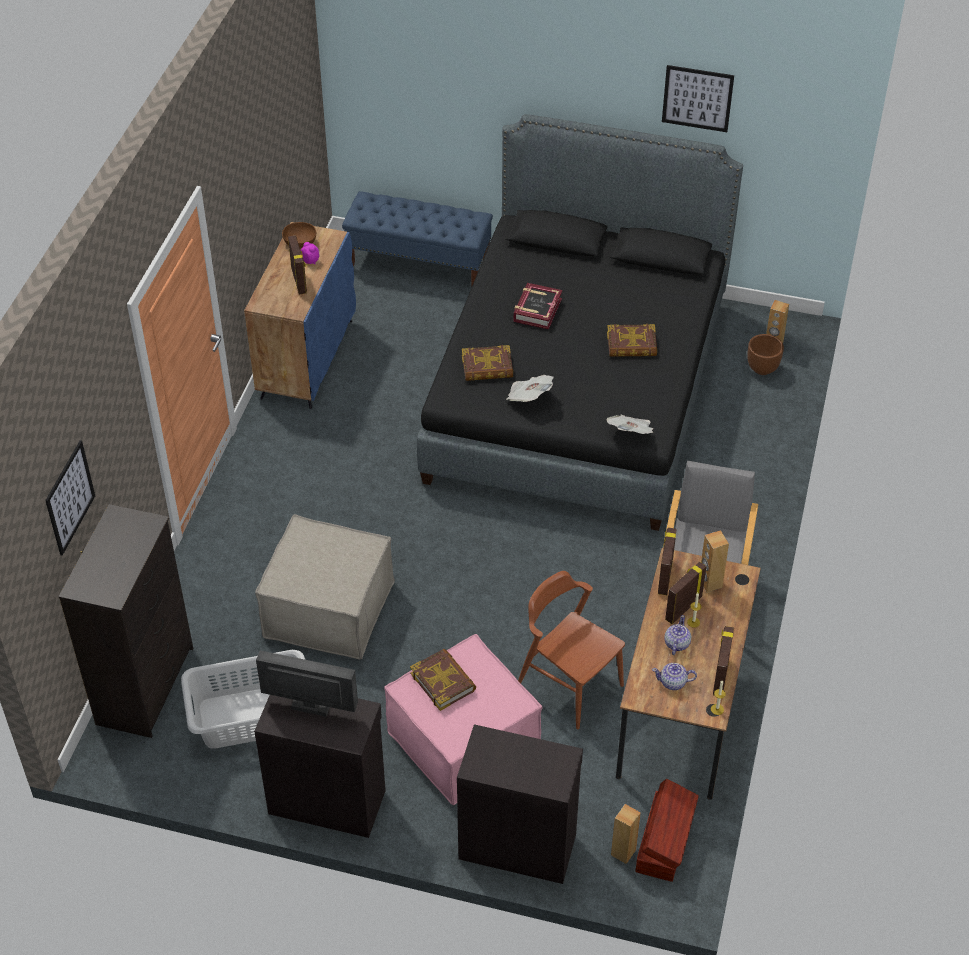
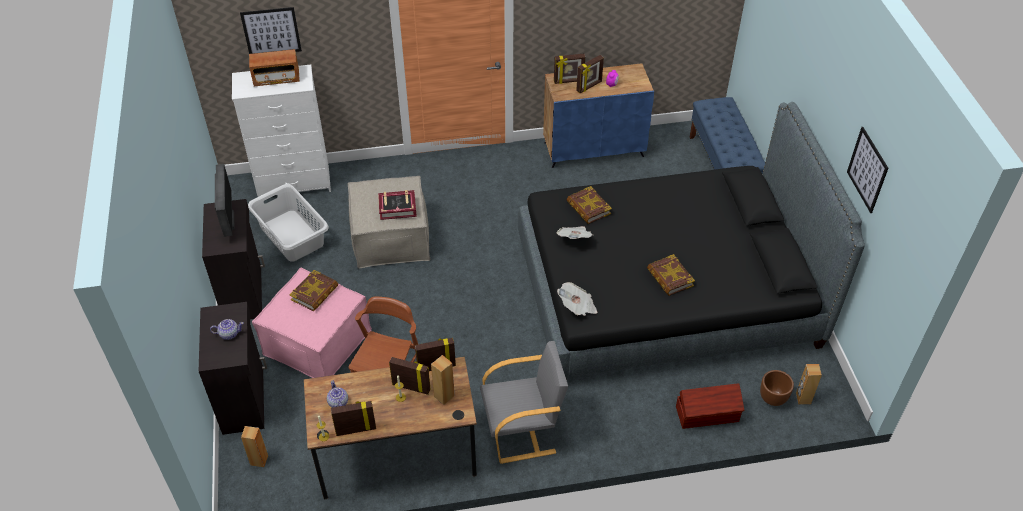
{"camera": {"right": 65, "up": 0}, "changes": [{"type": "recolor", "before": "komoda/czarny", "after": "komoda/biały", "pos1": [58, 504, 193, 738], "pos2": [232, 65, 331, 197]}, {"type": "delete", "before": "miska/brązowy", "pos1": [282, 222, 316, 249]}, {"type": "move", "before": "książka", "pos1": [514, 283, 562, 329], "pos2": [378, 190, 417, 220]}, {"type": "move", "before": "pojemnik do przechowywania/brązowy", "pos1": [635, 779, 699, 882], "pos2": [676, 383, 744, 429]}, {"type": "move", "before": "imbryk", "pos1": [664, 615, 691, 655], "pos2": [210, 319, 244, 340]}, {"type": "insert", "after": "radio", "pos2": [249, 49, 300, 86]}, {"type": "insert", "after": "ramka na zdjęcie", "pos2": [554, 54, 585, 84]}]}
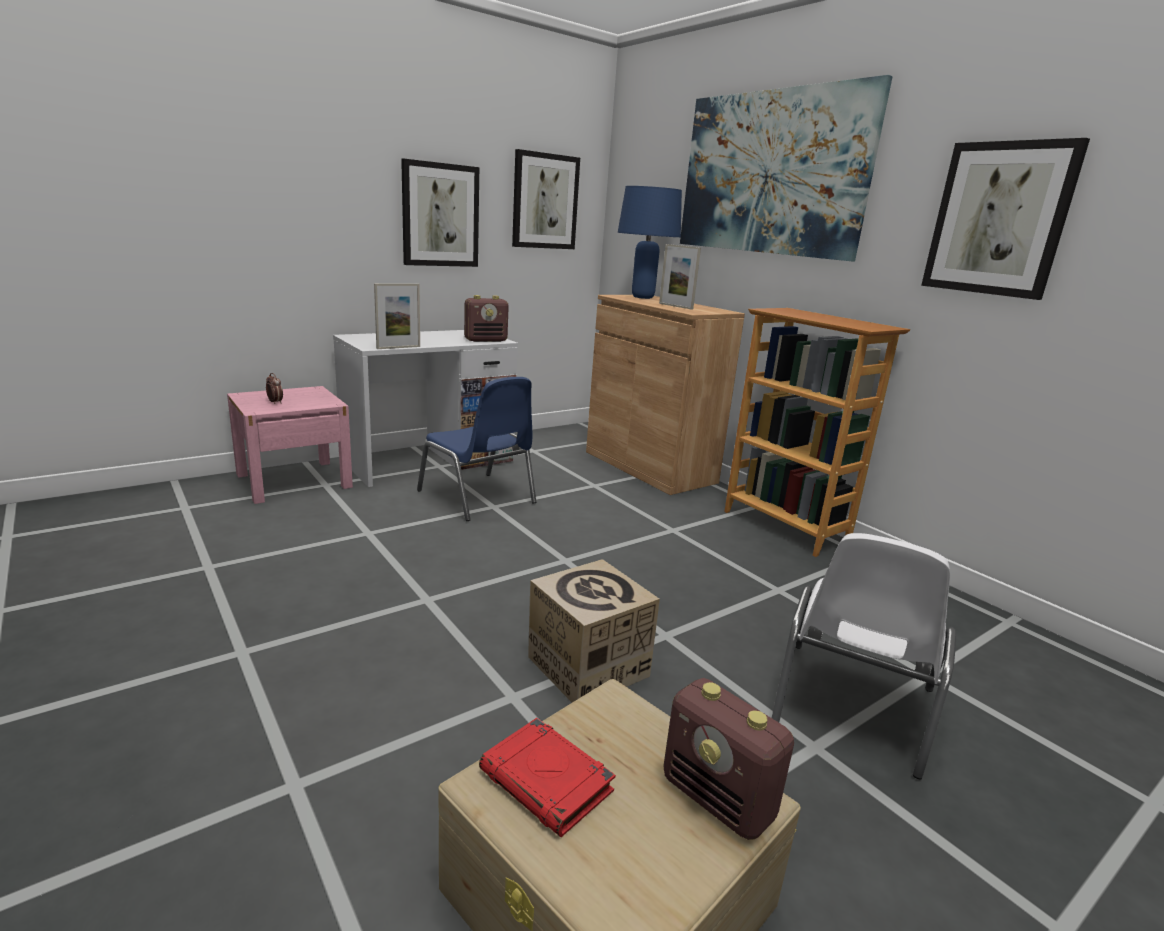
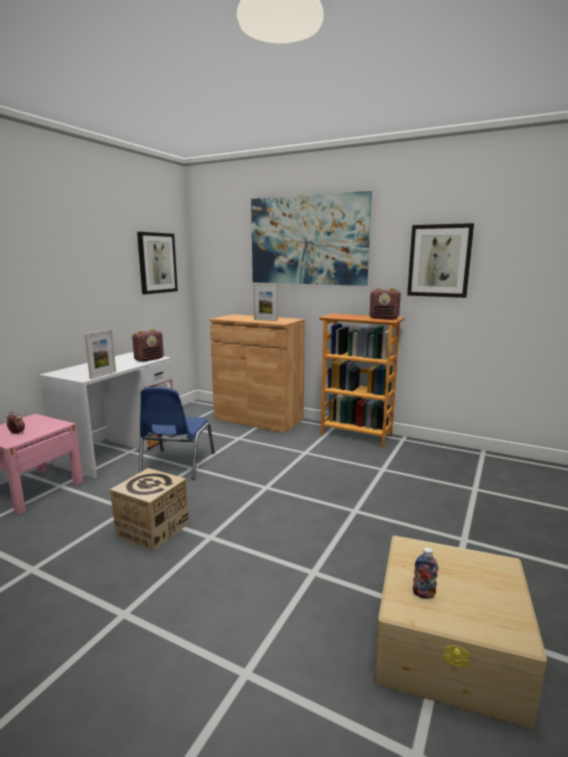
{"camera": {"right": -25, "up": -5}, "changes": [{"type": "delete", "before": "obraz", "pos1": [401, 159, 479, 267]}, {"type": "rotate", "before": "krzesło/niebieski", "pos1": [417, 377, 536, 521], "pos2": [139, 387, 215, 480], "turn": 75}, {"type": "replace", "before": "książka/czerwony", "after": "butelka", "pos1": [479, 718, 616, 837], "pos2": [413, 547, 438, 599]}, {"type": "move", "before": "karton", "pos1": [528, 559, 660, 702], "pos2": [110, 468, 189, 551]}, {"type": "delete", "before": "lampa stołowa/niebieski", "pos1": [618, 186, 682, 299]}, {"type": "move", "before": "radio", "pos1": [663, 678, 794, 840], "pos2": [370, 288, 401, 319]}, {"type": "delete", "before": "krzesło/biały", "pos1": [772, 533, 956, 780]}]}
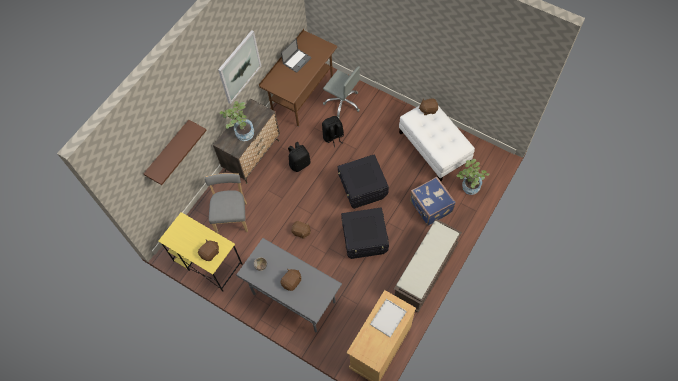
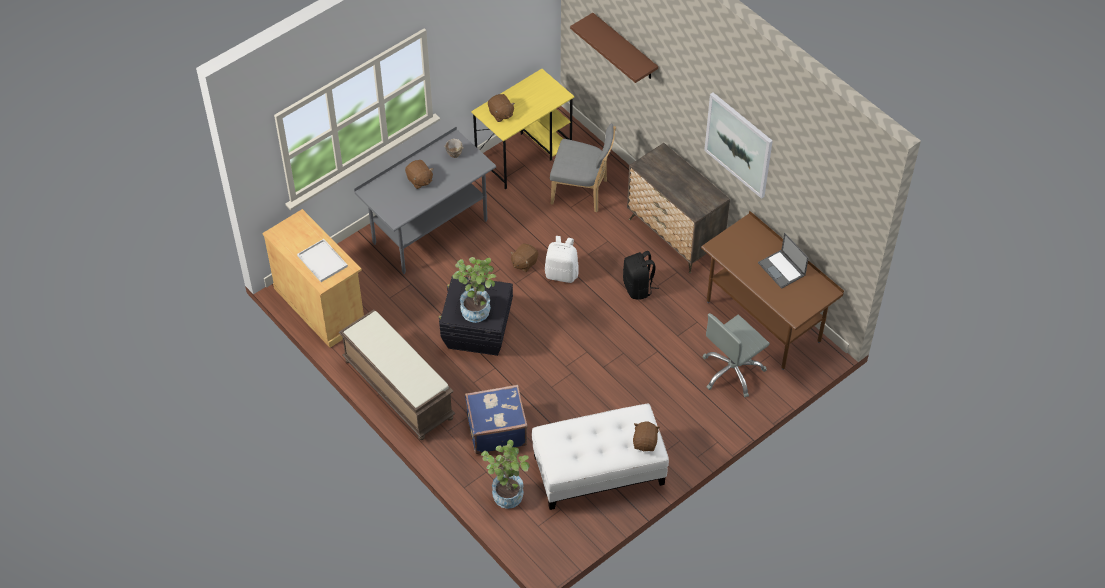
{"camera": {"right": 105, "up": -10}, "changes": [{"type": "move", "before": "roślina doniczkowa", "pos1": [219, 101, 254, 141], "pos2": [452, 257, 496, 323]}, {"type": "delete", "before": "plecak/czarny", "pos1": [322, 116, 344, 147]}, {"type": "delete", "before": "pojemnik do przechowywania/czarny", "pos1": [338, 154, 389, 209]}, {"type": "insert", "after": "plecak/biały", "pos2": [545, 236, 579, 283]}]}
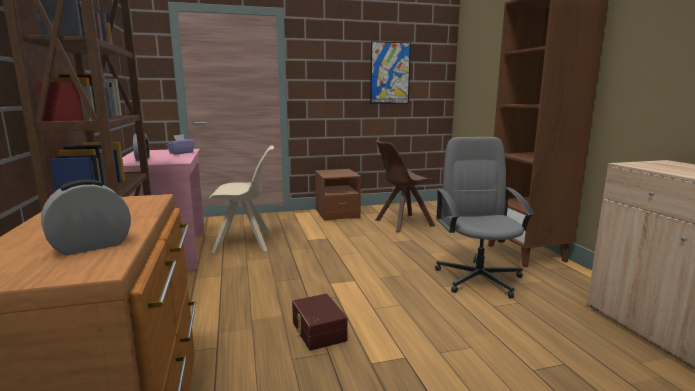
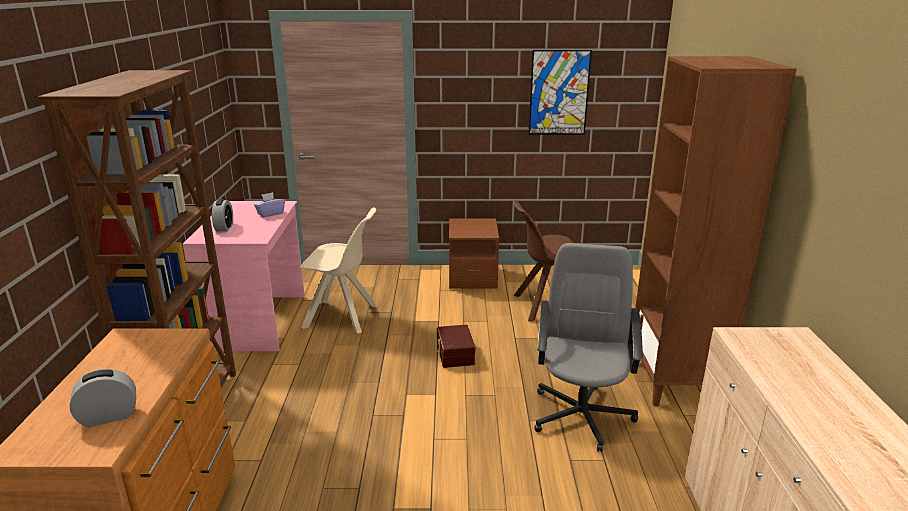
{"camera": {"right": 15, "up": 10}, "changes": [{"type": "move", "before": "pojemnik do przechowywania/brązowy", "pos1": [292, 294, 348, 351], "pos2": [437, 325, 475, 368]}]}
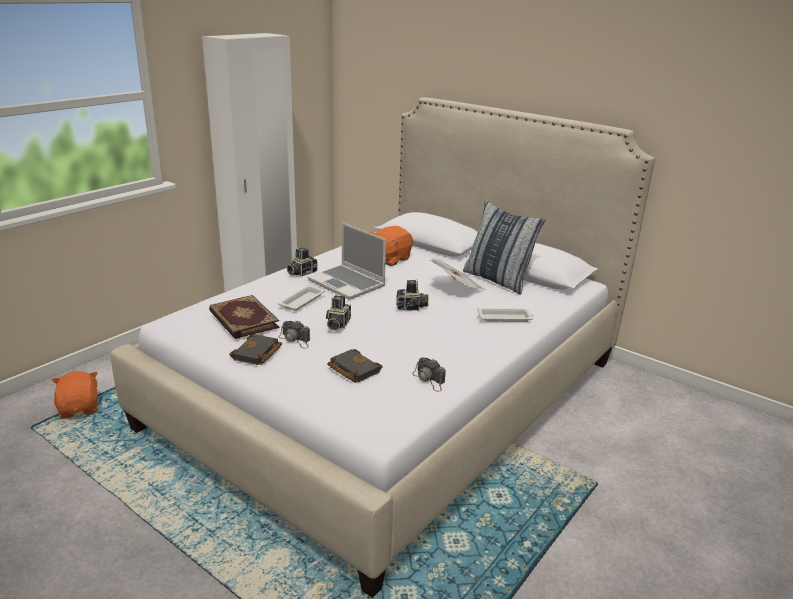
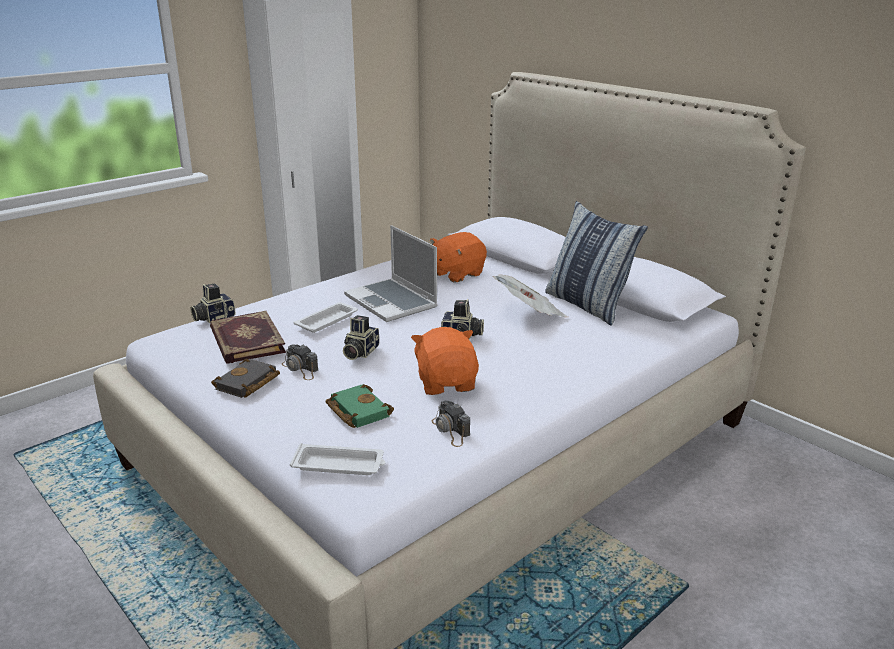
{"camera": {"right": 10, "up": 0}, "changes": [{"type": "move", "before": "pluszak/pomarańczowy", "pos1": [52, 371, 98, 418], "pos2": [411, 327, 479, 395]}, {"type": "move", "before": "aparat fotograficzny", "pos1": [287, 248, 318, 277], "pos2": [190, 284, 235, 323]}, {"type": "recolor", "before": "książka/czarny", "after": "książka/zielony", "pos1": [327, 349, 383, 383], "pos2": [326, 384, 394, 428]}, {"type": "move", "before": "taca/biały", "pos1": [477, 308, 533, 322], "pos2": [290, 443, 386, 475]}]}
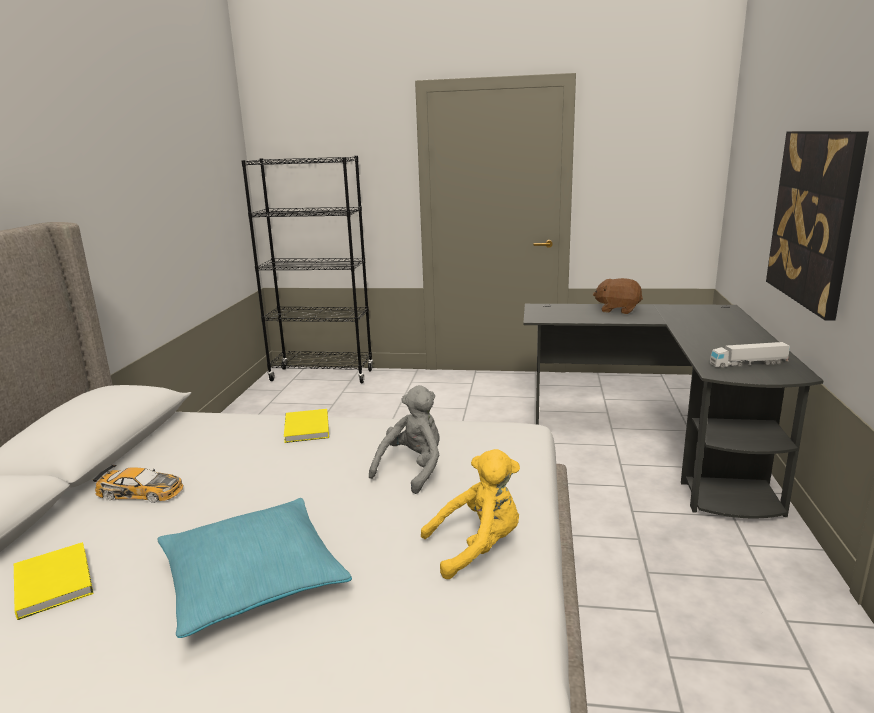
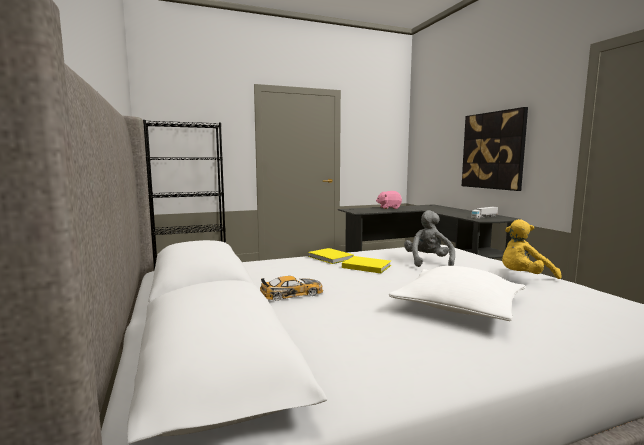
{"camera": {"right": -30, "up": -10}, "changes": [{"type": "move", "before": "książka/żółty", "pos1": [14, 542, 94, 620], "pos2": [342, 256, 391, 273]}, {"type": "recolor", "before": "poduszka/turkusowy", "after": "poduszka/biały", "pos1": [157, 498, 352, 638], "pos2": [389, 266, 526, 321]}, {"type": "rotate", "before": "pluszak/żółty", "pos1": [421, 449, 520, 579], "pos2": [502, 219, 561, 279], "turn": -150}, {"type": "recolor", "before": "pluszak/brązowy", "after": "pluszak/różowy", "pos1": [593, 278, 643, 314], "pos2": [376, 191, 402, 209]}]}
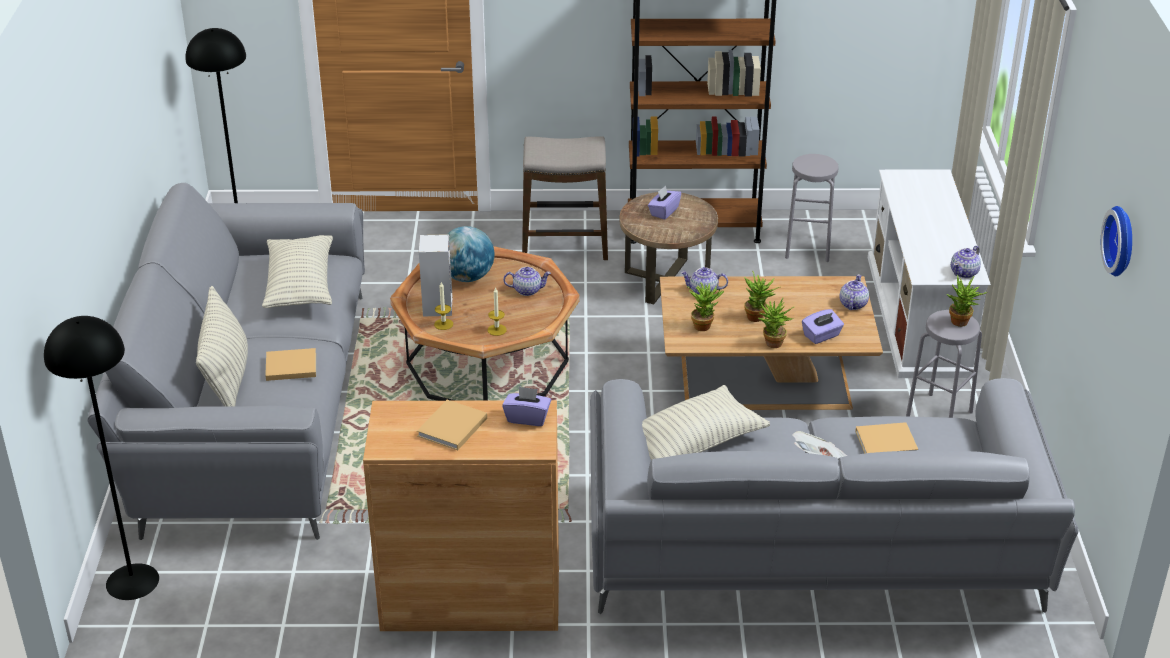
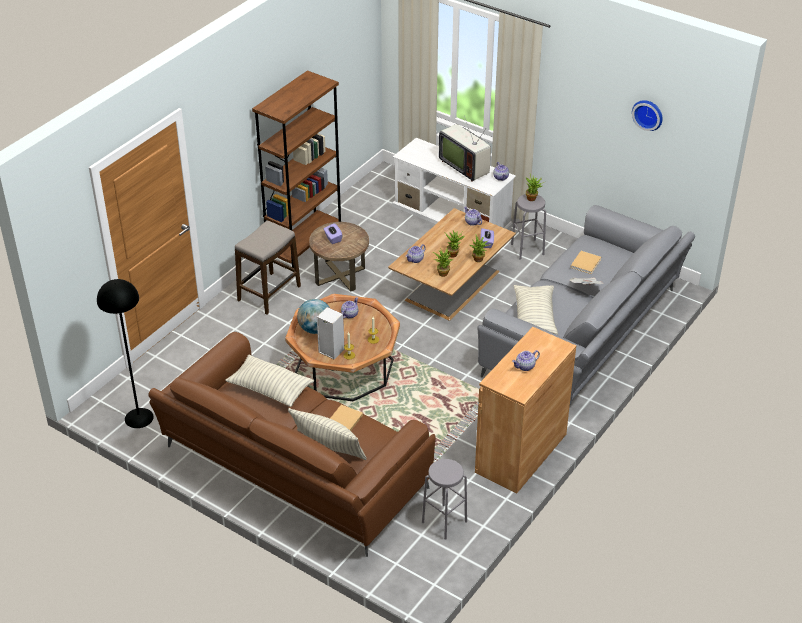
{"camera": {"right": -55, "up": 5}, "changes": [{"type": "delete", "before": "lampa stojąca/czarny", "pos1": [44, 316, 159, 600]}, {"type": "recolor", "before": "kanapa/szary", "after": "kanapa/brązowy", "pos1": [87, 183, 365, 540], "pos2": [148, 332, 436, 557]}, {"type": "replace", "before": "książka/beżowy", "after": "imbryk", "pos1": [417, 400, 487, 450], "pos2": [512, 350, 540, 371]}, {"type": "delete", "before": "pudełko chusteczek/fioletowy", "pos1": [502, 386, 551, 426]}, {"type": "move", "before": "stołek/szary", "pos1": [785, 154, 839, 262], "pos2": [422, 459, 467, 540]}, {"type": "insert", "after": "telewizor", "pos2": [439, 116, 491, 182]}]}
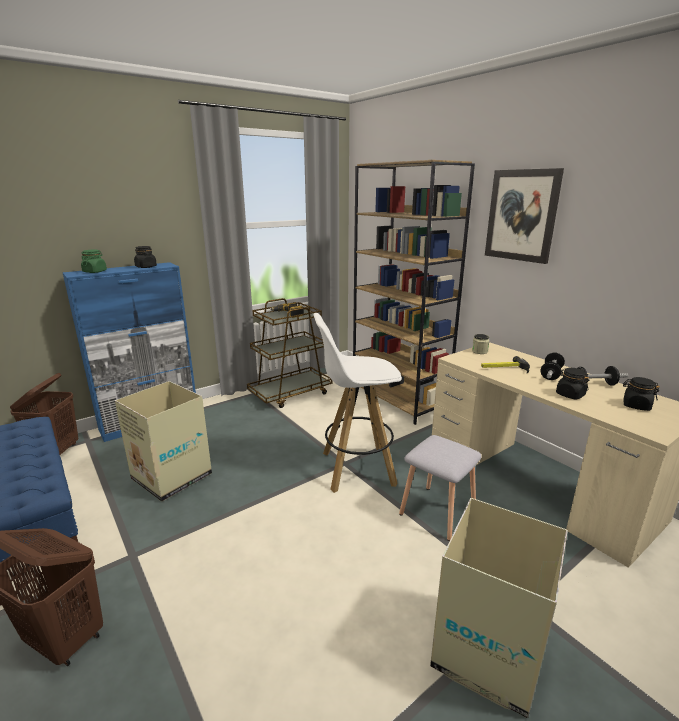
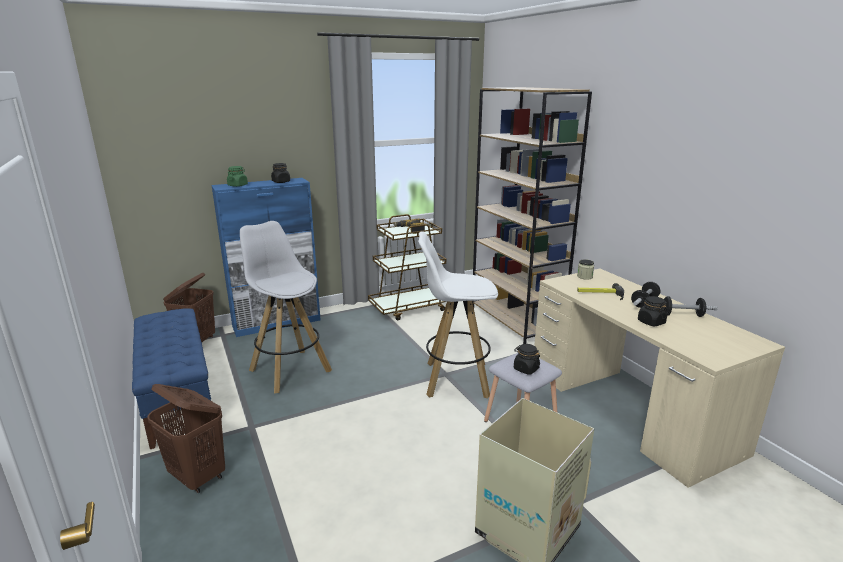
{"camera": {"right": 10, "up": 0}, "changes": [{"type": "replace", "before": "karton", "after": "stołek/biały", "pos1": [115, 381, 212, 502], "pos2": [240, 221, 332, 393]}, {"type": "delete", "before": "obraz", "pos1": [485, 168, 564, 264]}, {"type": "move", "before": "słoik/czarny", "pos1": [623, 377, 660, 411], "pos2": [514, 344, 540, 375]}]}
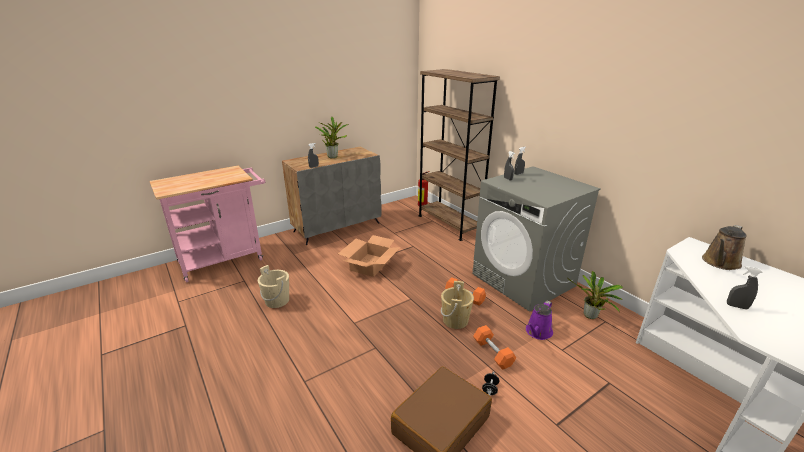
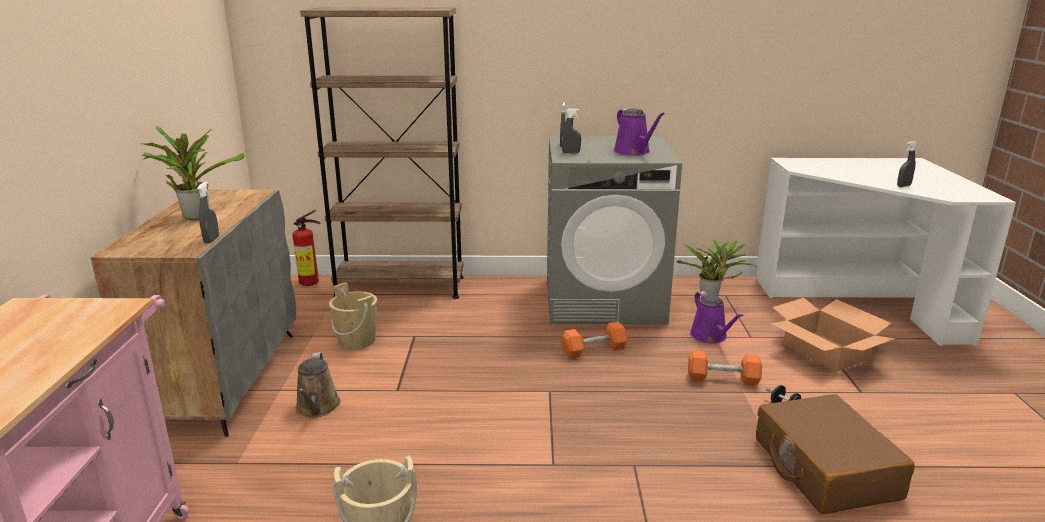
{"camera": {"right": -55, "up": -5}, "changes": [{"type": "move", "before": "karton", "pos1": [338, 235, 401, 277], "pos2": [770, 298, 896, 372]}, {"type": "move", "before": "wiadro/beżowy", "pos1": [441, 281, 474, 329], "pos2": [329, 282, 377, 349]}, {"type": "move", "before": "konewka/brązowy", "pos1": [702, 225, 746, 270], "pos2": [295, 352, 341, 417]}, {"type": "insert", "after": "konewka/fioletowy", "pos2": [614, 108, 665, 156]}]}
